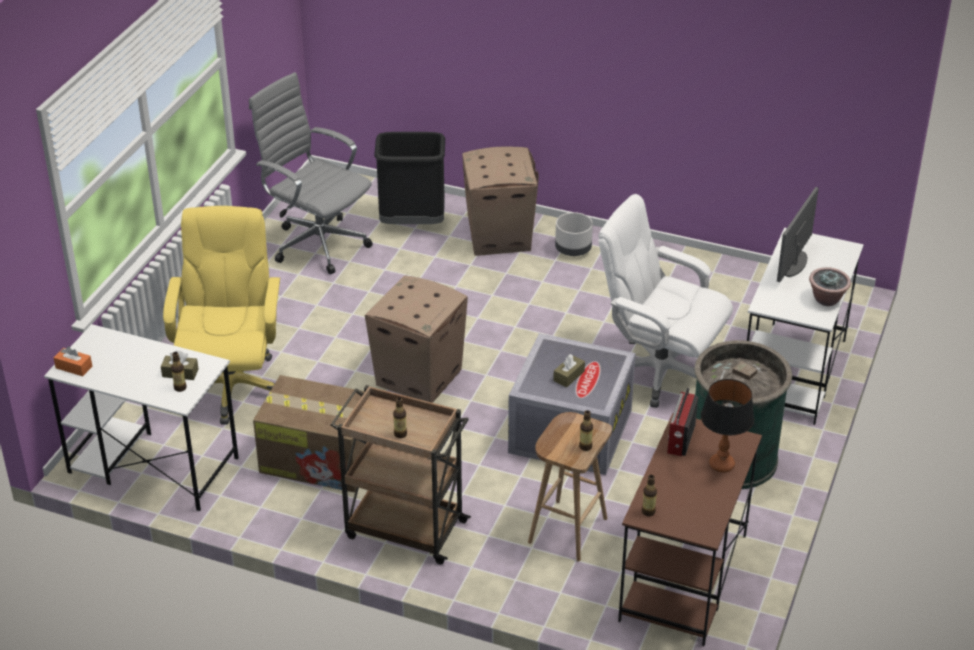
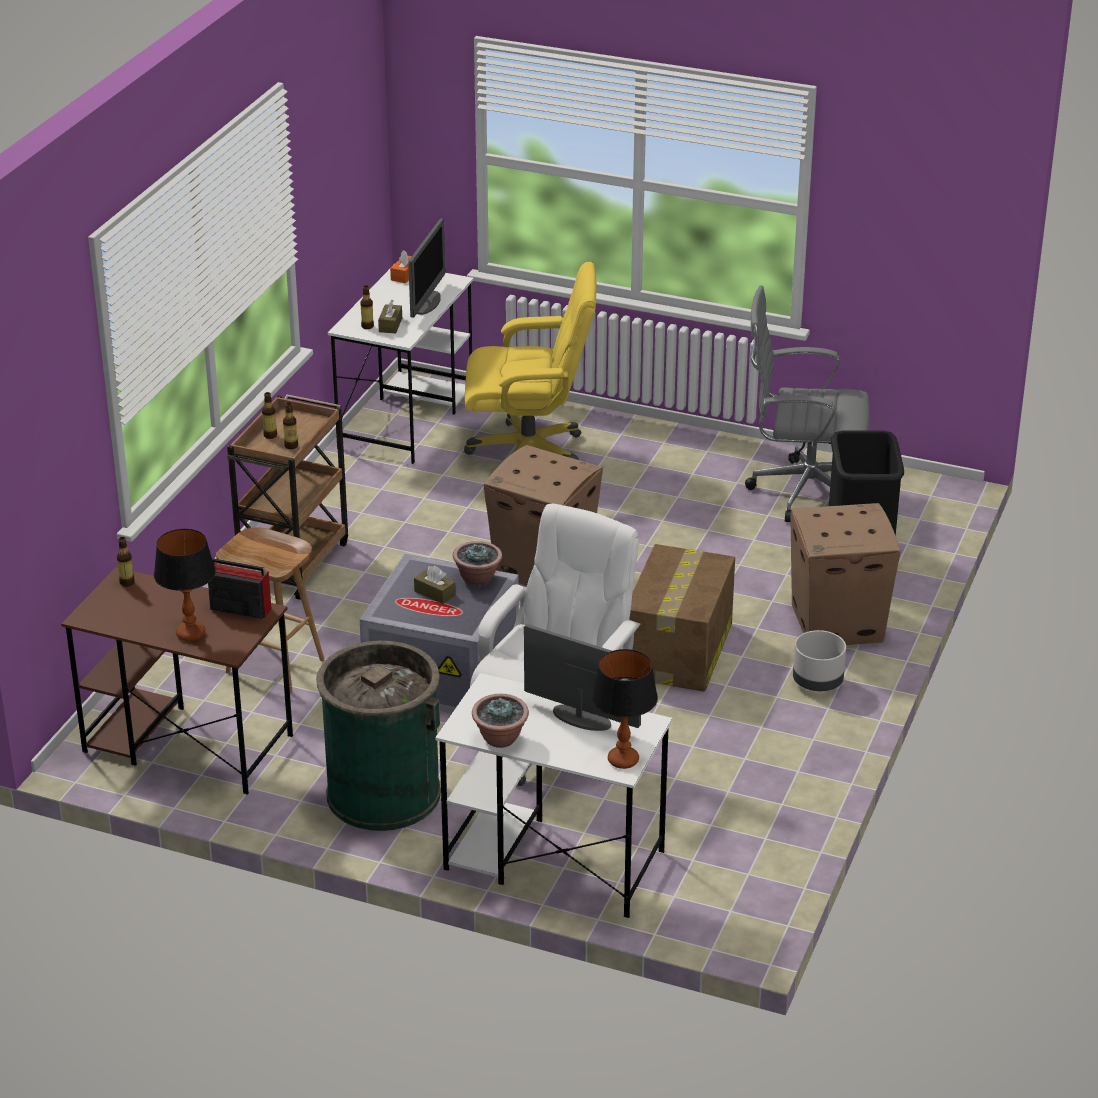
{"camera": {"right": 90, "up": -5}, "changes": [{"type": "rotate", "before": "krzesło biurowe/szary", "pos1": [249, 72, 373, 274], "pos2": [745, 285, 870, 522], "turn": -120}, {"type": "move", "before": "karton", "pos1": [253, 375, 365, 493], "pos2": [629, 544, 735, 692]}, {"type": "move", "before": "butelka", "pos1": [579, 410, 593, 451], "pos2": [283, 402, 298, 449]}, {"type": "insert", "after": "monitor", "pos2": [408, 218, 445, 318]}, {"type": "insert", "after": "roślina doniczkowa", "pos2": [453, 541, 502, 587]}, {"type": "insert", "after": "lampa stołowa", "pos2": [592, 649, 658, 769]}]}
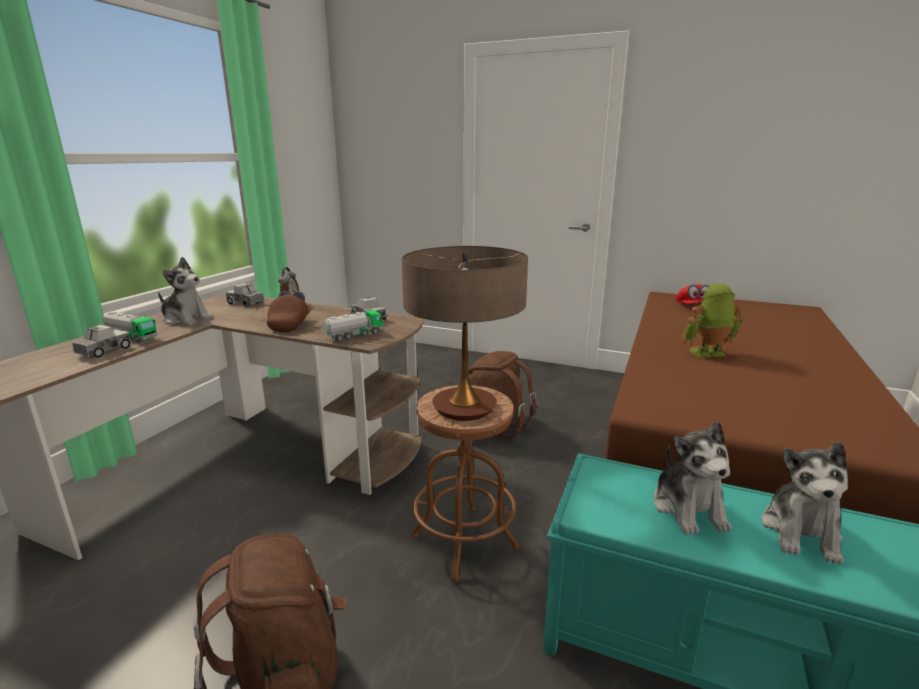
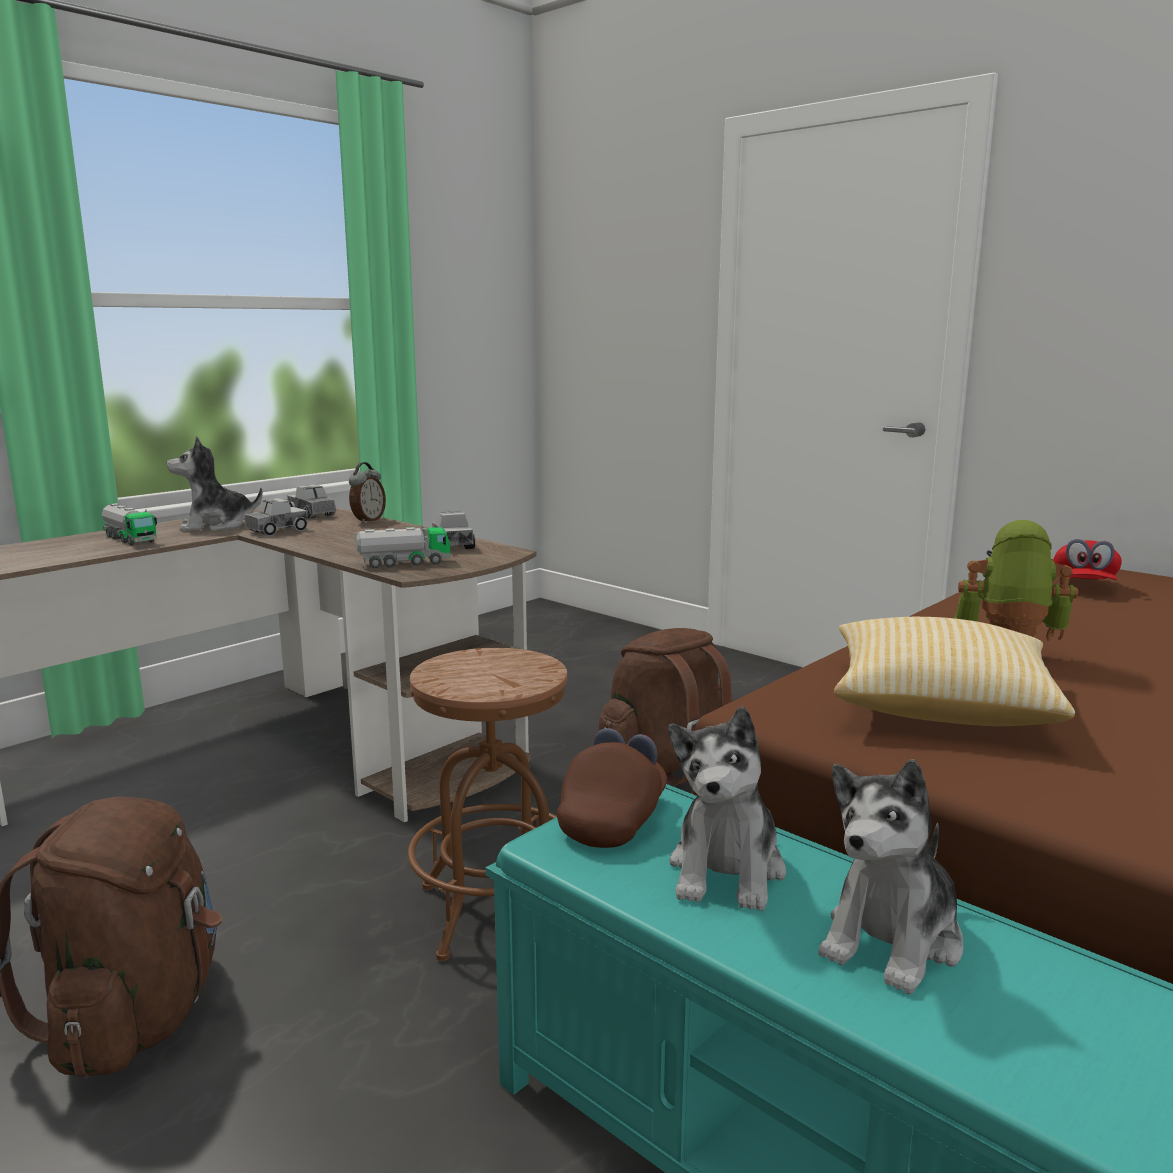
{"camera": {"right": 20, "up": -5}, "changes": [{"type": "move", "before": "ciężarówka zabawkowa", "pos1": [72, 325, 131, 358], "pos2": [245, 498, 308, 536]}, {"type": "rotate", "before": "pluszak", "pos1": [158, 257, 213, 325], "pos2": [167, 436, 263, 532], "turn": 120}, {"type": "move", "before": "czapka z daszkiem/brązowy", "pos1": [267, 291, 310, 332], "pos2": [557, 728, 667, 848]}, {"type": "delete", "before": "lampa stołowa", "pos1": [402, 246, 528, 421]}, {"type": "insert", "after": "poduszka", "pos2": [834, 617, 1075, 726]}]}
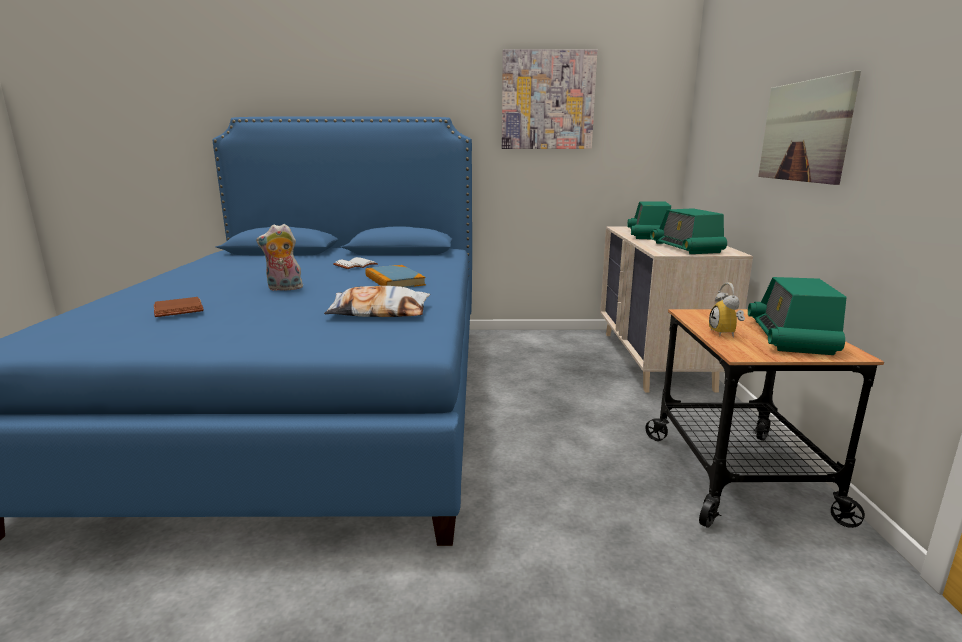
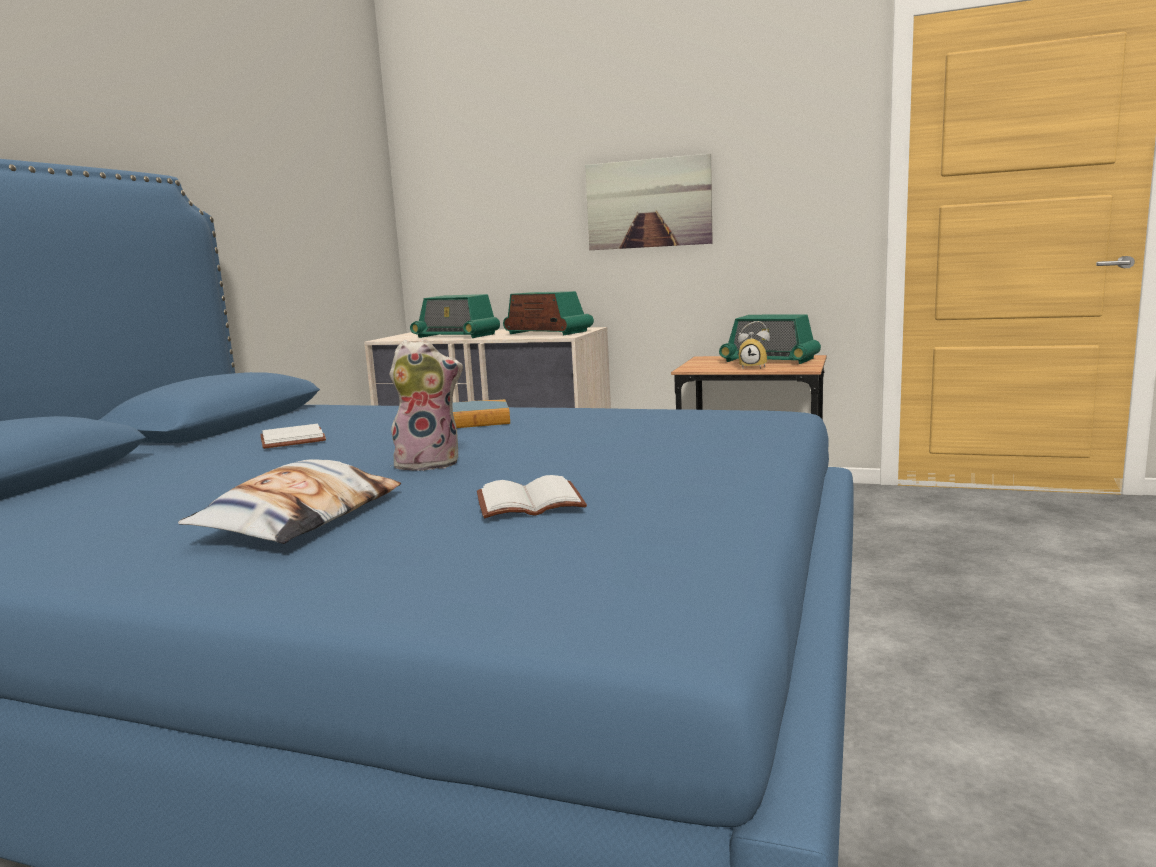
{"camera": {"right": -70, "up": -5}, "changes": [{"type": "recolor", "before": "książka/brązowy", "after": "książka/biały", "pos1": [154, 297, 204, 317], "pos2": [477, 475, 587, 518]}, {"type": "rotate", "before": "pluszak", "pos1": [256, 224, 303, 291], "pos2": [389, 339, 463, 472], "turn": -105}, {"type": "move", "before": "poduszka", "pos1": [324, 286, 430, 317], "pos2": [178, 459, 401, 544]}, {"type": "delete", "before": "obraz", "pos1": [502, 49, 597, 149]}, {"type": "rotate", "before": "radio", "pos1": [650, 208, 727, 254], "pos2": [503, 291, 594, 335], "turn": -150}]}
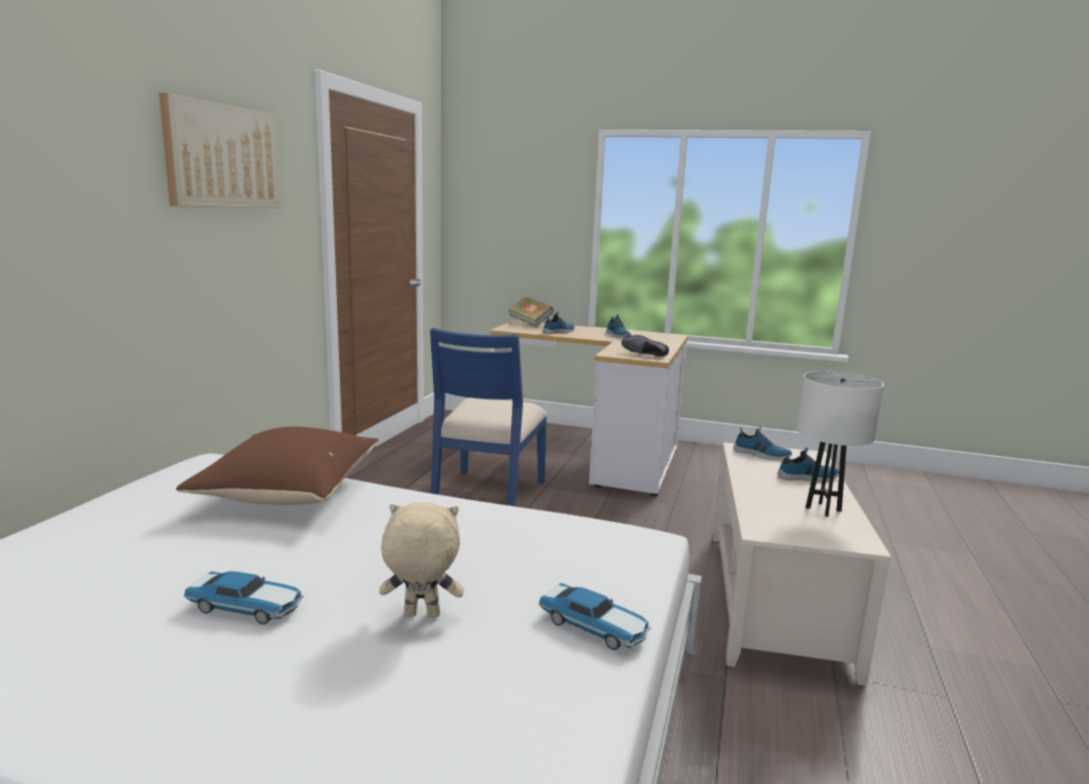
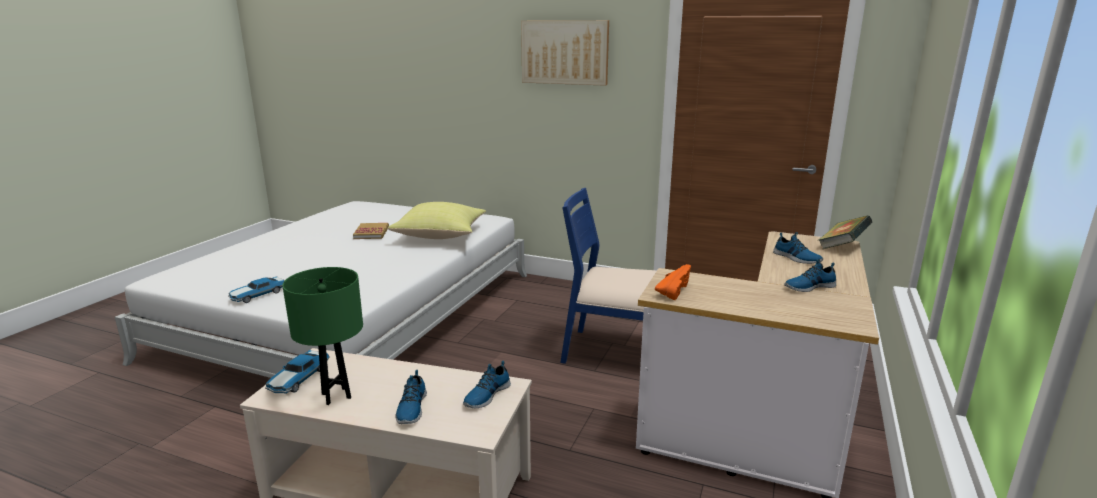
{"camera": {"right": 95, "up": 5}, "changes": [{"type": "recolor", "before": "poduszka/brązowy", "after": "poduszka/żółty", "pos1": [176, 427, 379, 505], "pos2": [388, 202, 486, 239]}, {"type": "move", "before": "samochodzik", "pos1": [184, 571, 304, 625], "pos2": [265, 350, 330, 394]}, {"type": "delete", "before": "pluszak/beżowy", "pos1": [379, 502, 464, 618]}, {"type": "recolor", "before": "but/czarny", "after": "but/pomarańczowy", "pos1": [621, 335, 669, 356], "pos2": [655, 264, 691, 300]}, {"type": "recolor", "before": "lampa stołowa/biały", "after": "lampa stołowa/zielony", "pos1": [797, 371, 884, 517], "pos2": [282, 267, 363, 405]}, {"type": "insert", "after": "książka", "pos2": [353, 223, 389, 239]}]}
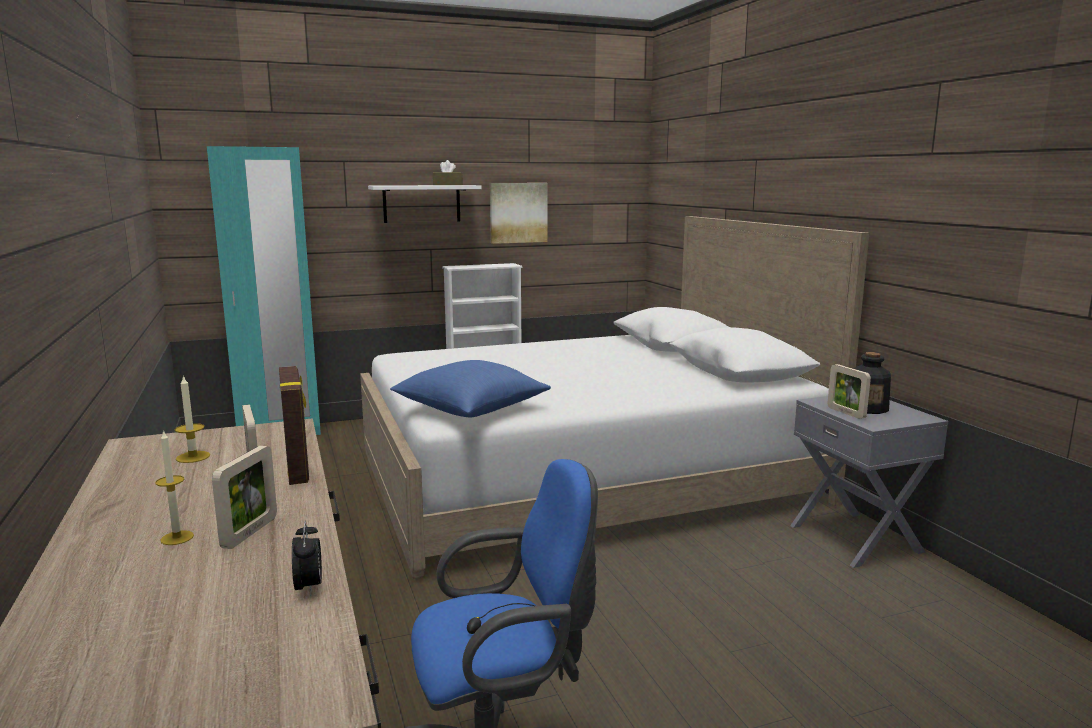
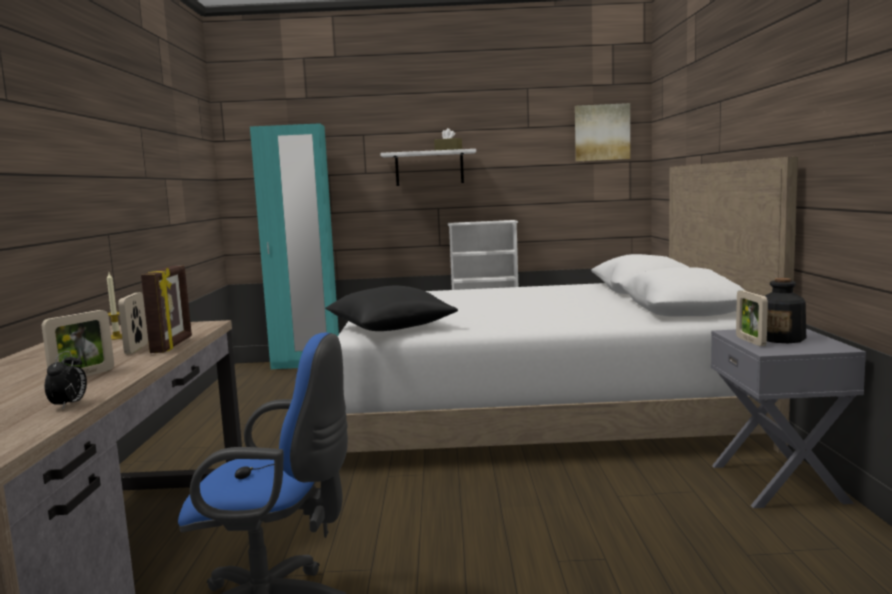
{"camera": {"right": 20, "up": -5}, "changes": [{"type": "delete", "before": "świeca", "pos1": [155, 430, 194, 545]}, {"type": "recolor", "before": "poduszka/niebieski", "after": "poduszka/czarny", "pos1": [390, 360, 551, 417], "pos2": [325, 286, 458, 331]}, {"type": "move", "before": "obraz", "pos1": [490, 183, 548, 244], "pos2": [575, 103, 630, 161]}]}
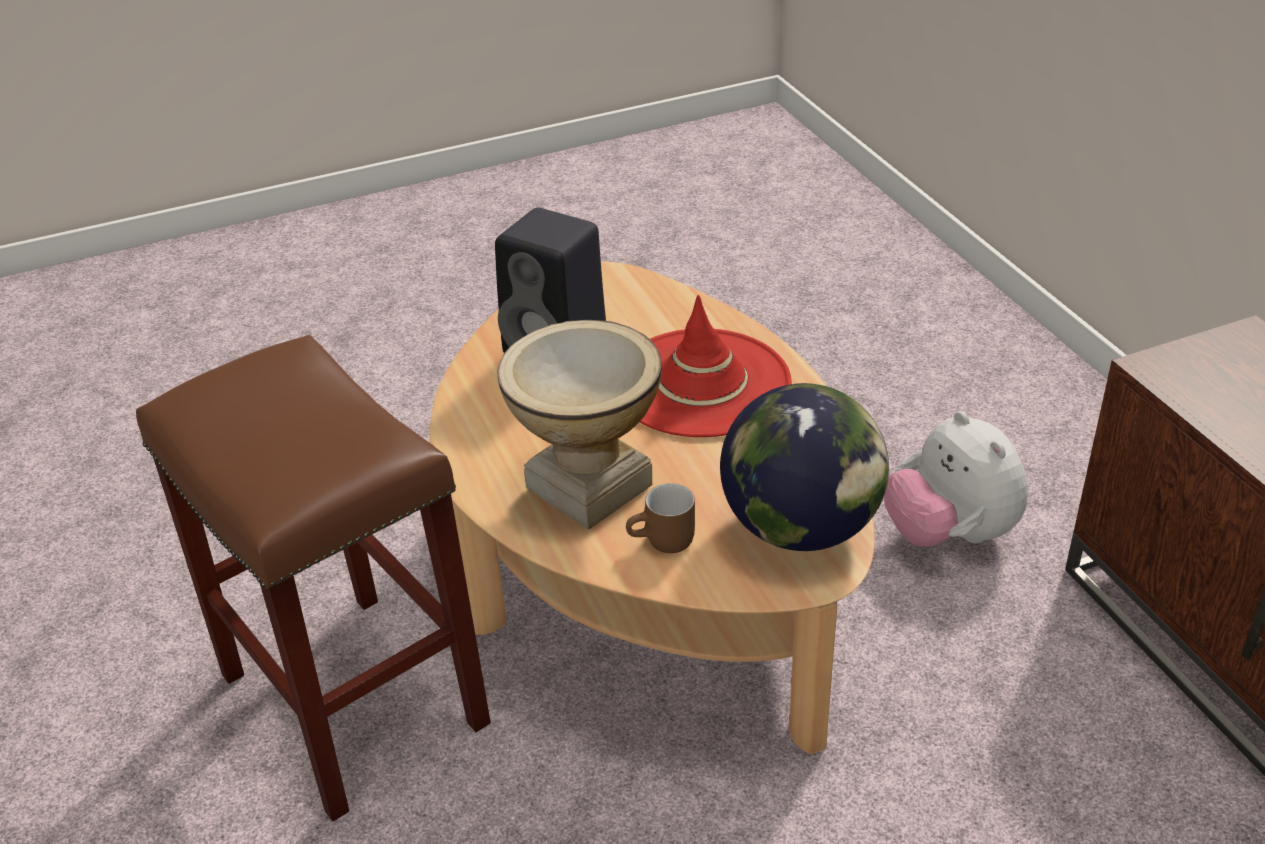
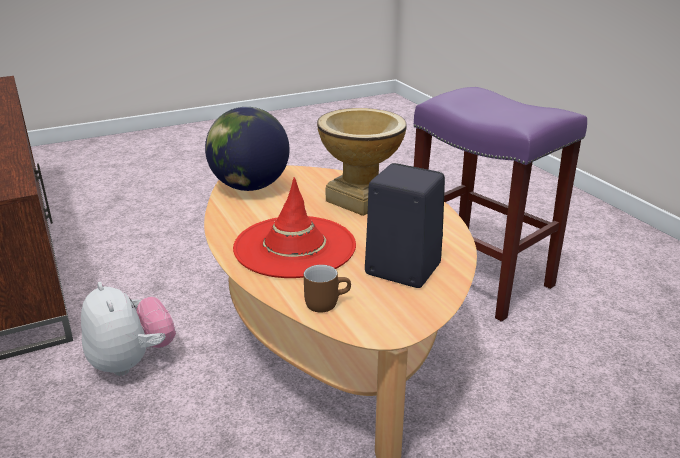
{"camera": {"right": 175, "up": -10}, "changes": [{"type": "recolor", "before": "stołek/brązowy", "after": "stołek/fioletowy", "pos1": [136, 335, 491, 822], "pos2": [414, 87, 587, 322]}, {"type": "move", "before": "kubek/brązowy", "pos1": [626, 483, 695, 553], "pos2": [304, 265, 351, 312]}]}
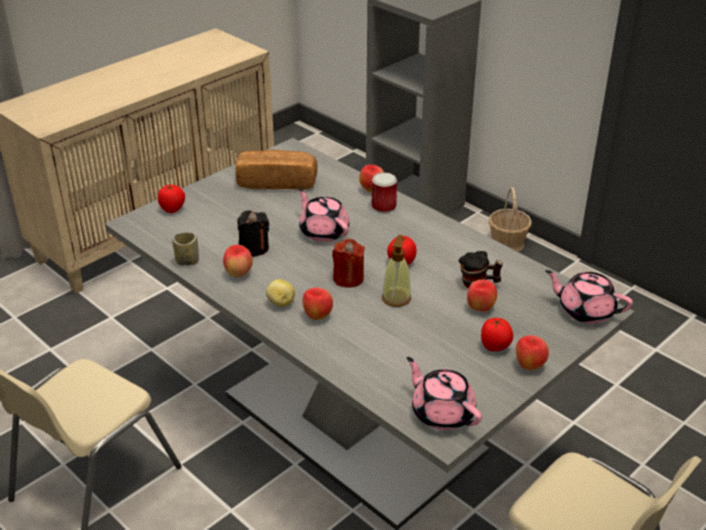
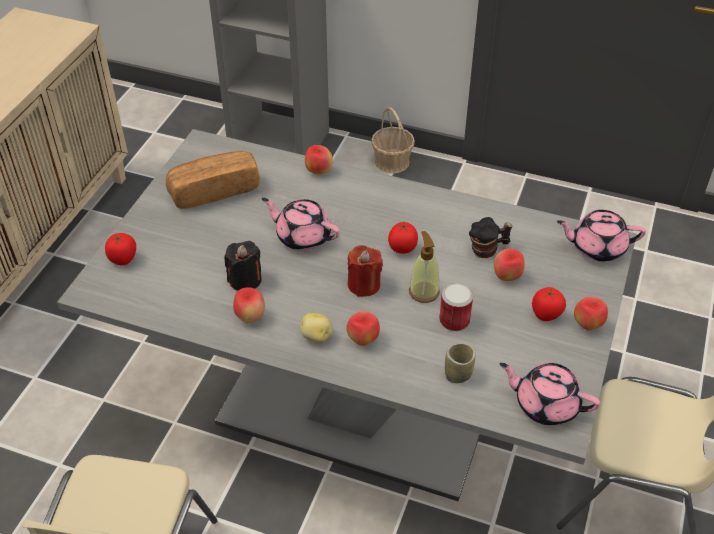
{"camera": {"right": -25, "up": 10}, "changes": [{"type": "move", "before": "filiżanka", "pos1": [172, 232, 199, 266], "pos2": [445, 343, 475, 383]}, {"type": "move", "before": "puszka", "pos1": [372, 173, 397, 213], "pos2": [439, 283, 473, 331]}]}
